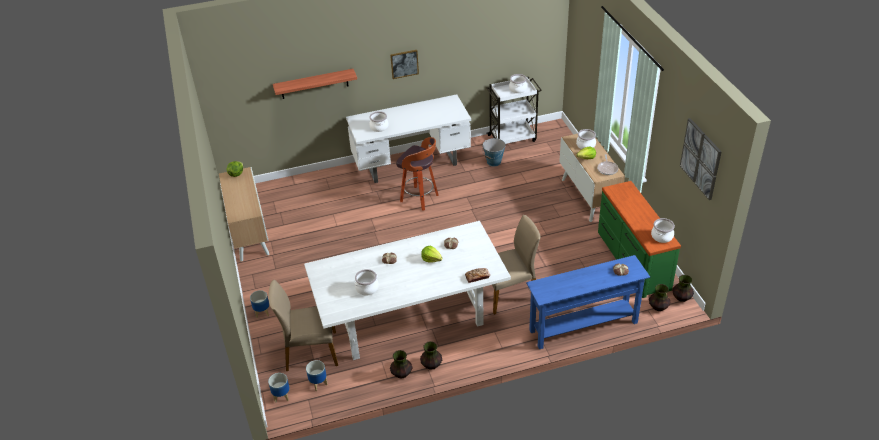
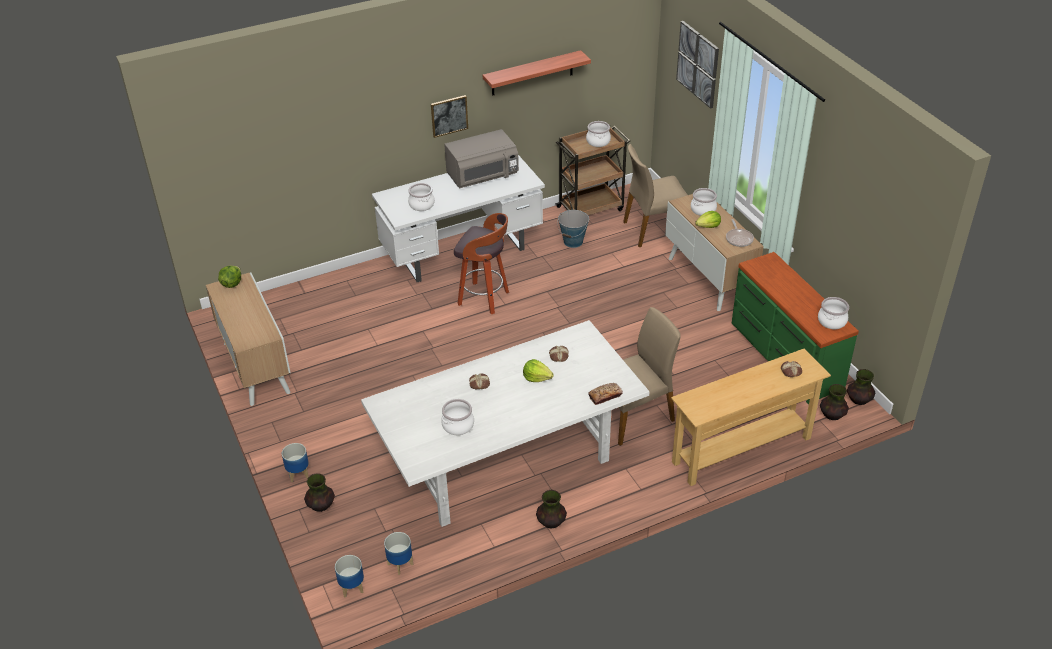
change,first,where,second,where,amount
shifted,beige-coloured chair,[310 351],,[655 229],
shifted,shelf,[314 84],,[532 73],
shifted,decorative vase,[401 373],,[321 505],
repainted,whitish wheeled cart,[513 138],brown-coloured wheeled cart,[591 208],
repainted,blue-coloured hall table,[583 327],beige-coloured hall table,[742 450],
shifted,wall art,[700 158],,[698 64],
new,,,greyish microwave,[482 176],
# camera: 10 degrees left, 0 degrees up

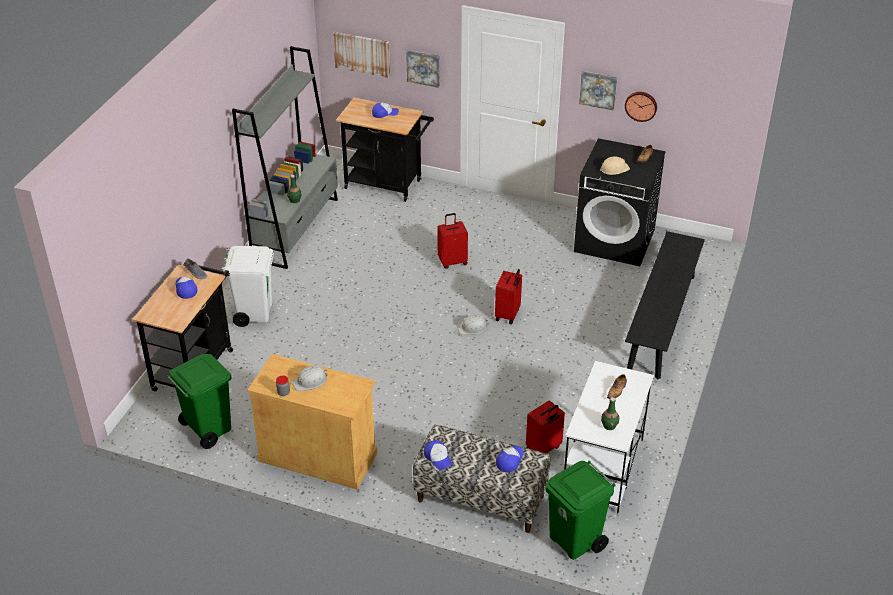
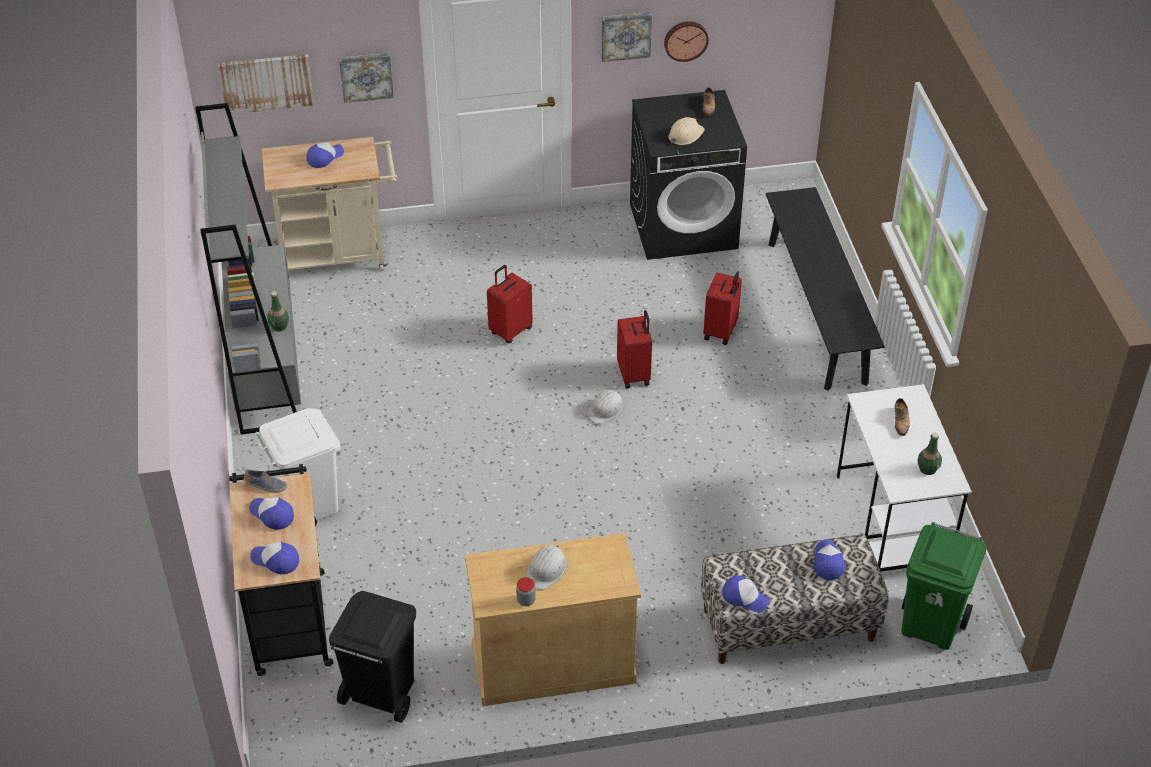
change,first,where,second,where,amount
repainted,green rubbish bin,[208 429],blackish rubbish bin,[380 694],
repainted,blackish wheeled cart,[387 185],beige-coloured wheeled cart,[340 256],
shifted,reddish suitcase,[543 448],,[721 331],
new,,,baseball cap,[275 560],
# camera: 30 degrees left, 5 degrees up

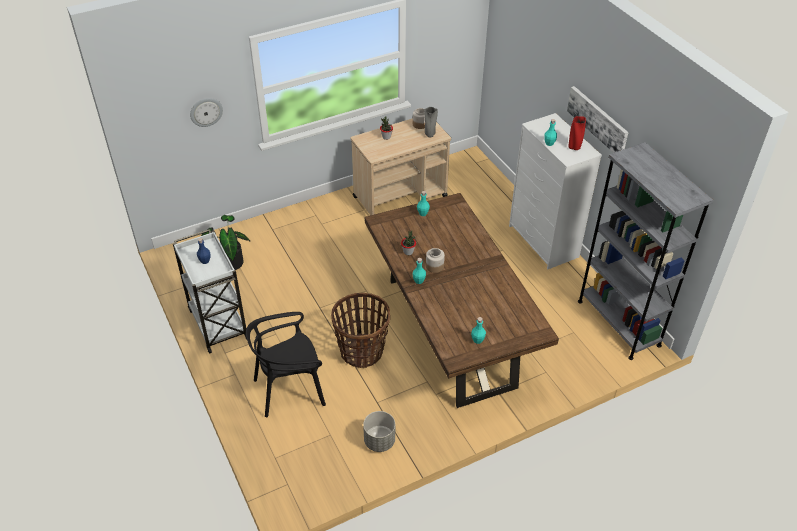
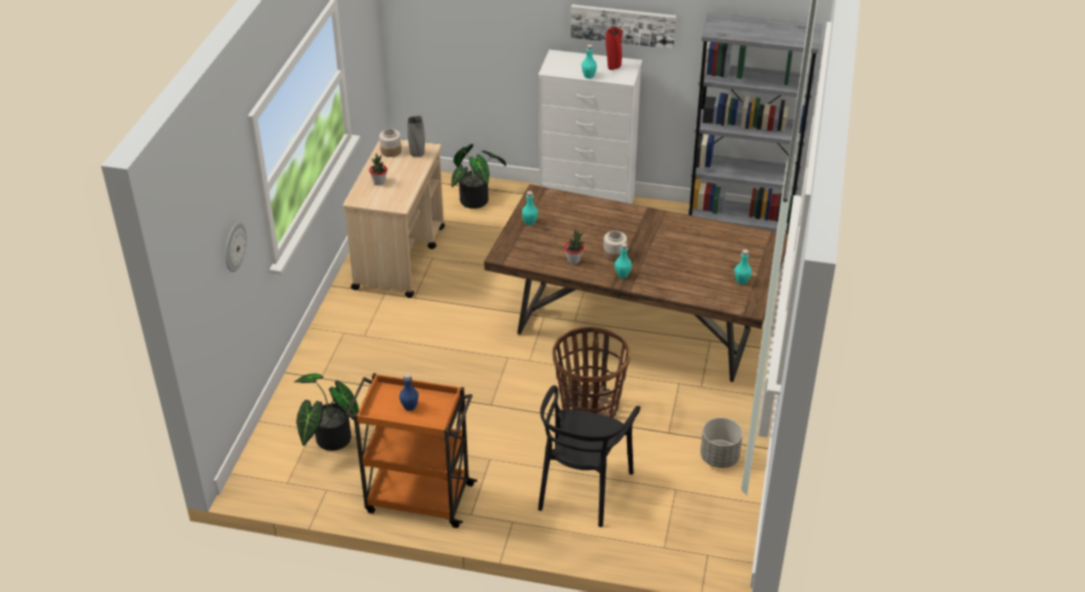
change,first,where,second,where,amount
repainted,whitish wheeled cart,[218 323],orangey wheeled cart,[417 498],
new,,,potted plant,[478 200],
# camera: 50 degrees left, 5 degrees down

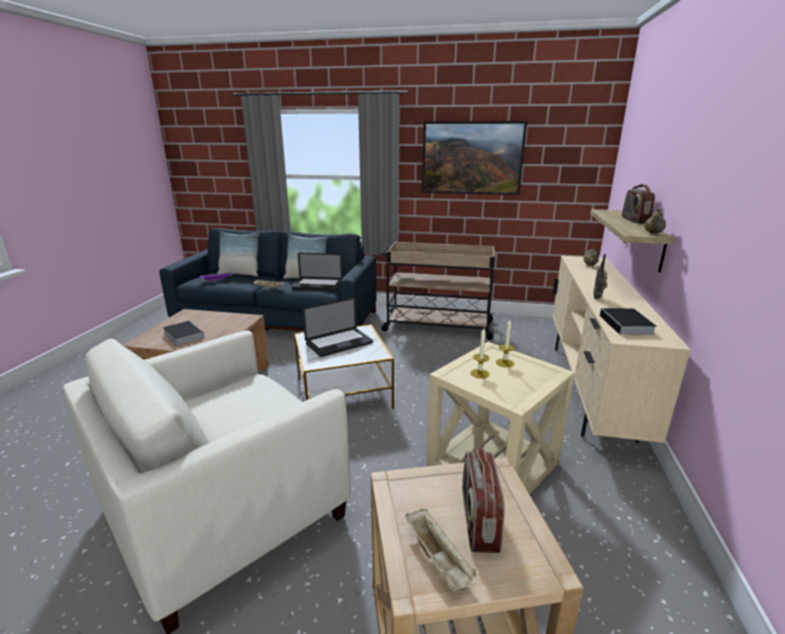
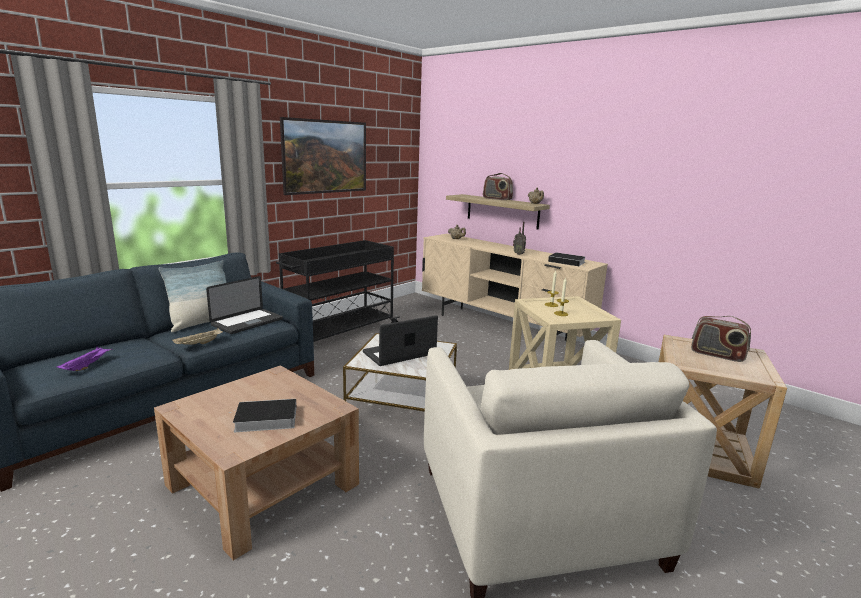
change,first,where,second,where,amount
gone,cushion,[240 274],,,
rotated,portable computer,[339 343],,[399 353],120 degrees counterclockwise
repainted,beige-coloured wheeled cart,[436 326],blackish wheeled cart,[339 333],
gone,beige-coloured carrying tray,[438 559],,,
# camera: 60 degrees left, 5 degrees down

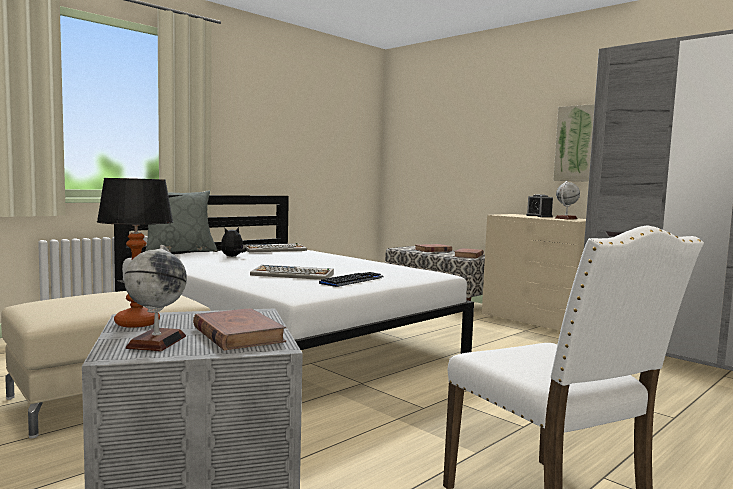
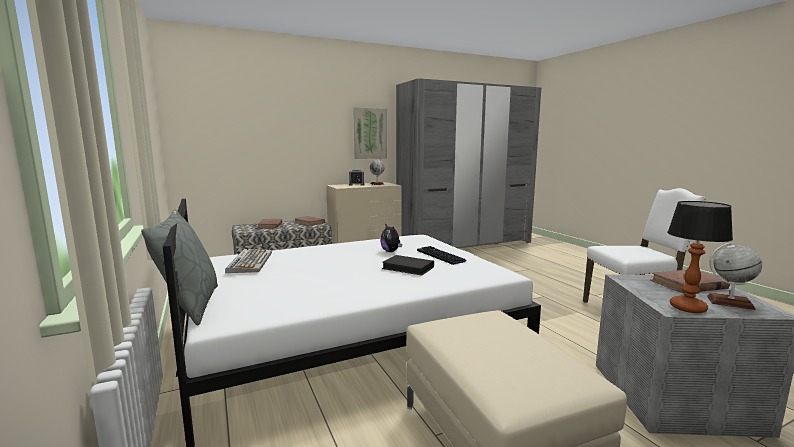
change,first,where,second,where,amount
shifted,plush toy,[232 256],,[391 251],
swapped,PC keyboard,[293 274],blackish volume,[408 268],
# camera: 70 degrees left, 5 degrees up

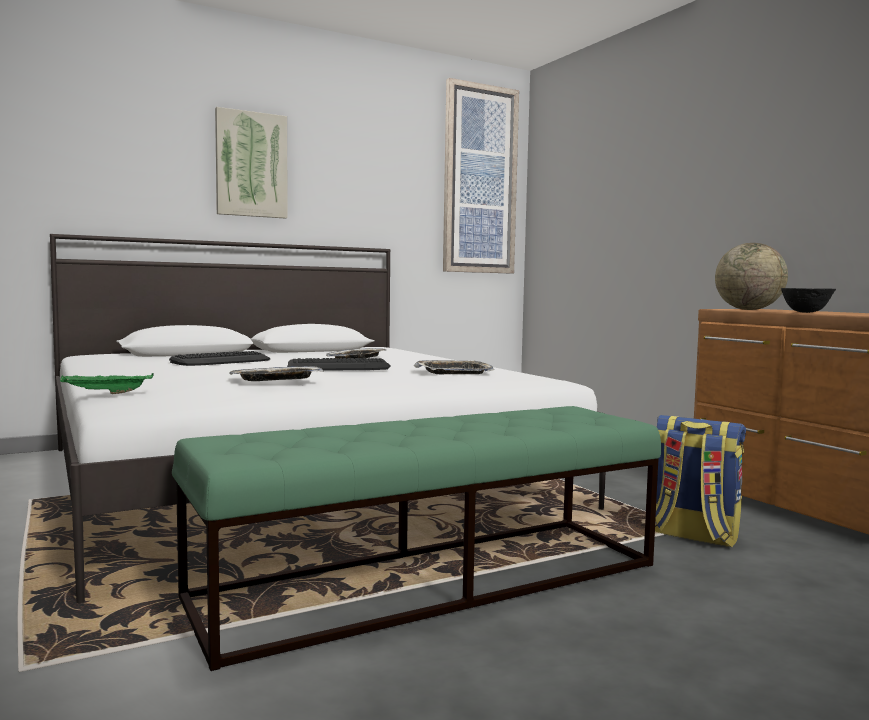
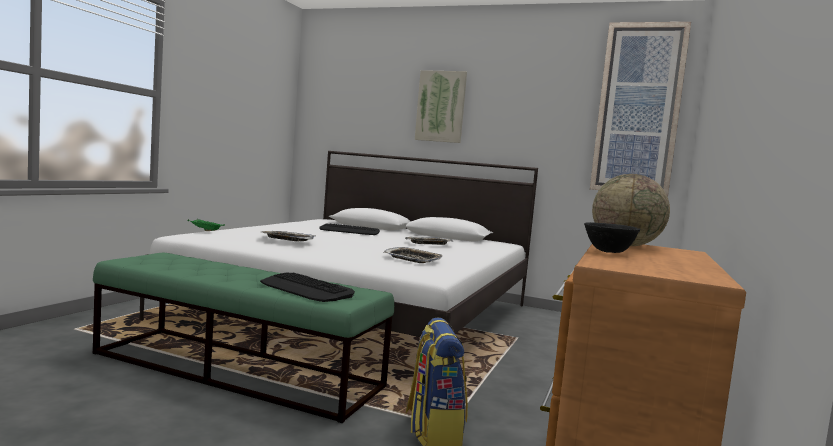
change,first,where,second,where,amount
shifted,PC keyboard,[339 367],,[306 289],
# camera: 50 degrees right, 0 degrees up

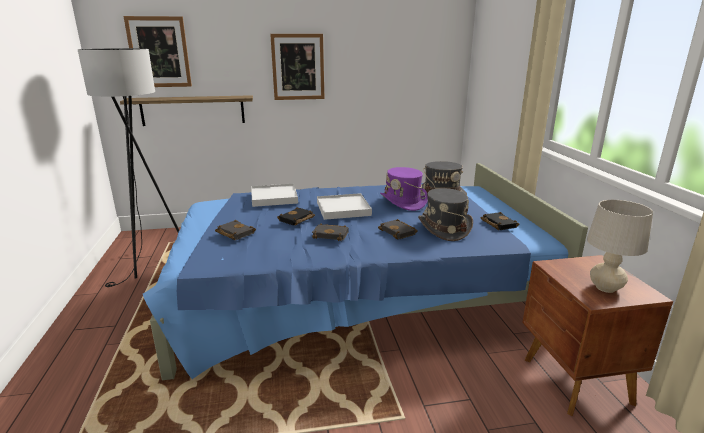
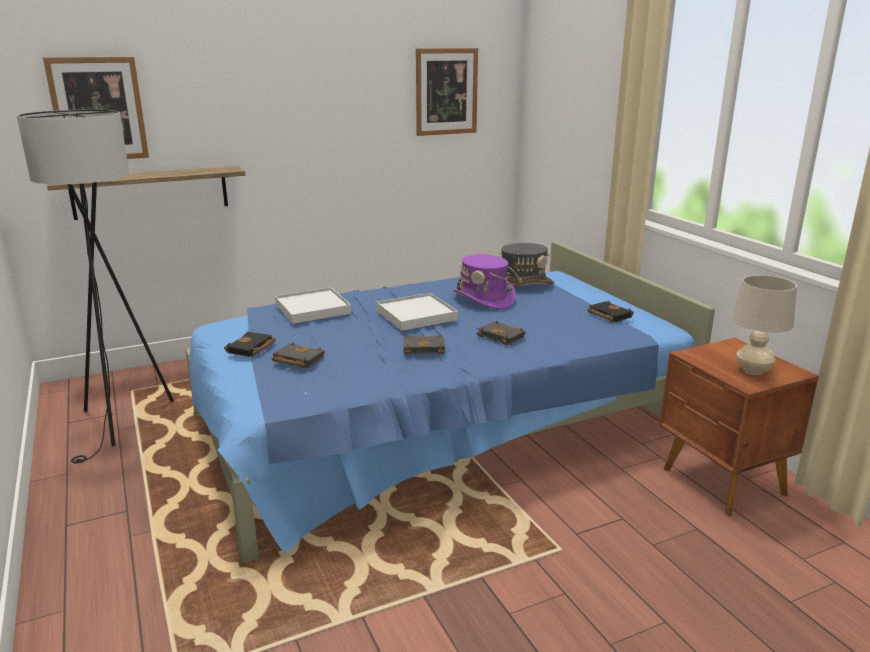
change,first,where,second,where,amount
shifted,wall art,[298 67],,[446 92],
shifted,blackish volume,[296 219],,[251 349],
gone,greyish wearable hat,[444 228],,,
# camera: 15 degrees left, 0 degrees up

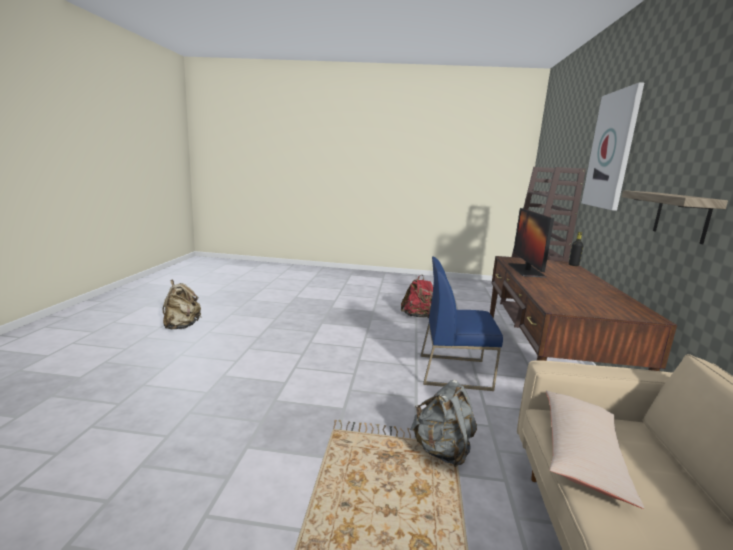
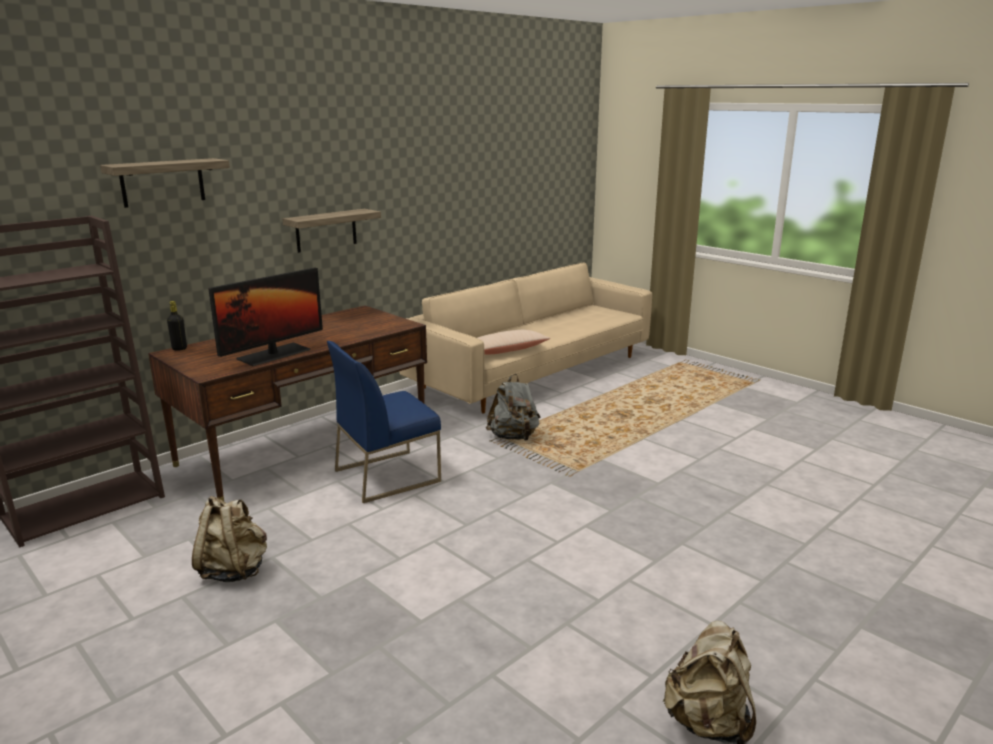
change,first,where,second,where,amount
repainted,reddish rucksack,[418 316],beige-coloured rucksack,[234 570],
rotated,blue-coloured chair,[455 371],,[387 475],105 degrees clockwise
swapped,wall art,[612 150],shelf,[162 182],
# camera: 140 degrees left, 5 degrees up

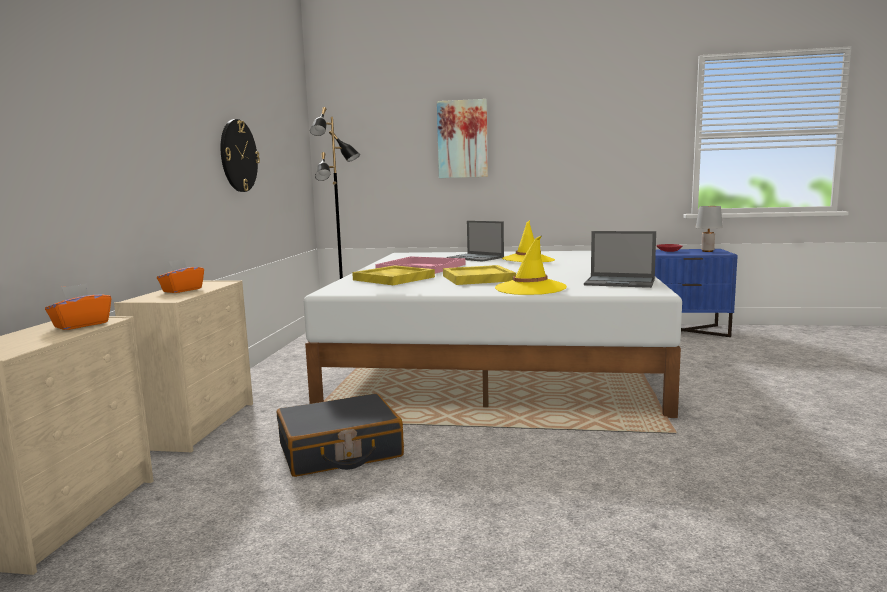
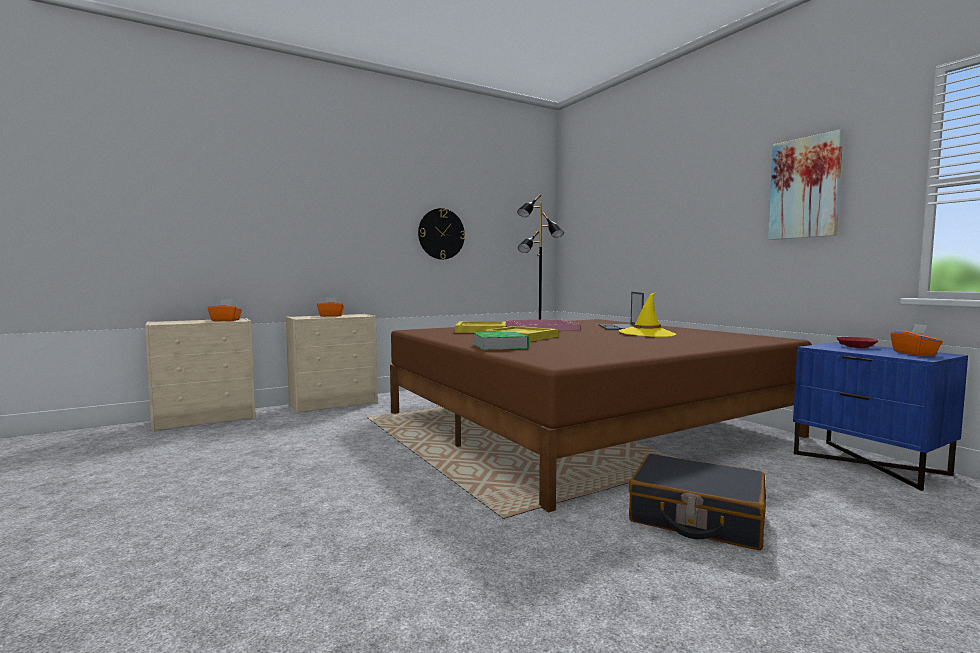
change,first,where,second,where,amount
shifted,blackish suitcase,[340 451],,[696 517],
repainted,whitish bedroom bed,[498 357],brown-coloured bedroom bed,[582 424],
shifted,wall art,[462 139],,[805 188],
swapped,yellowish wearable hat,[530 288],volume,[500 346],
gone,portable computer,[620 282],,,
swapped,greyish table lamp,[707 251],orangey box of tissues,[914 353],
# camera: 50 degrees right, 5 degrees down

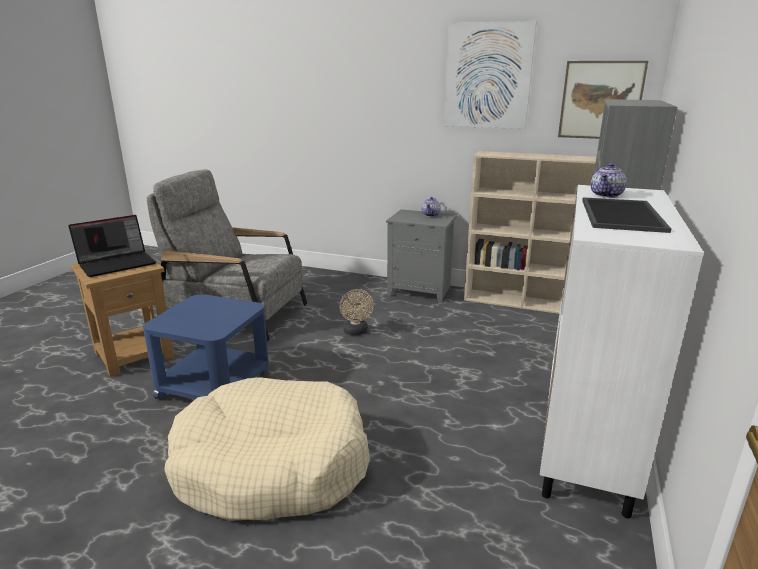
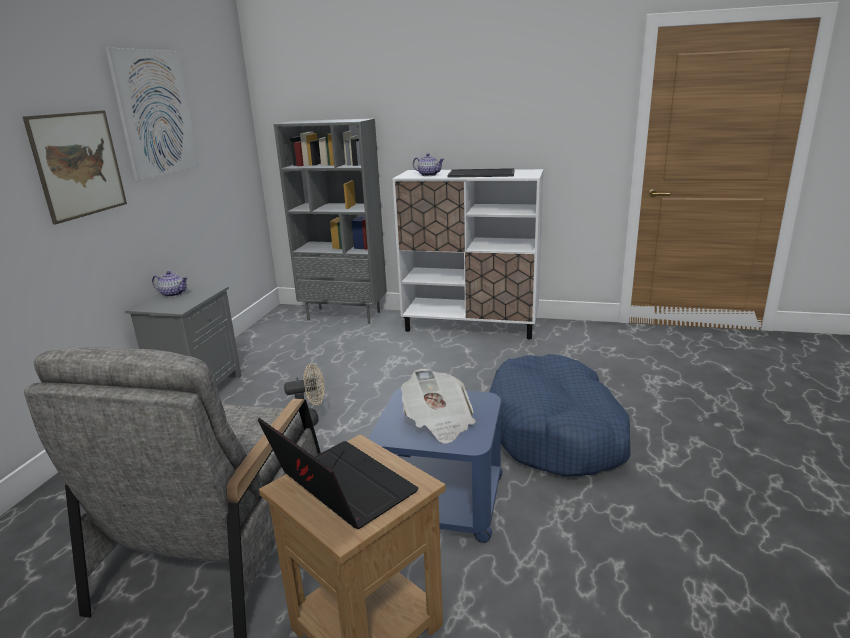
change,first,where,second,where,amount
repainted,beige-coloured pet bed,[272 465],blue-coloured pet bed,[556 432],
gone,beige-coloured shelving unit,[524 302],,,
shifted,wall art,[601 100],,[78 164],
new,,,newspaper,[438 422],
# camera: 95 degrees left, 0 degrees up

